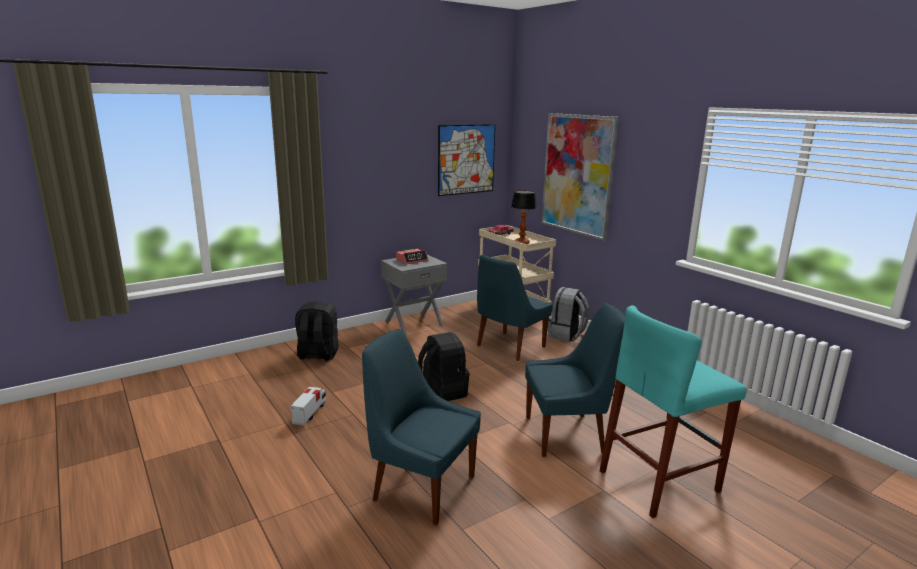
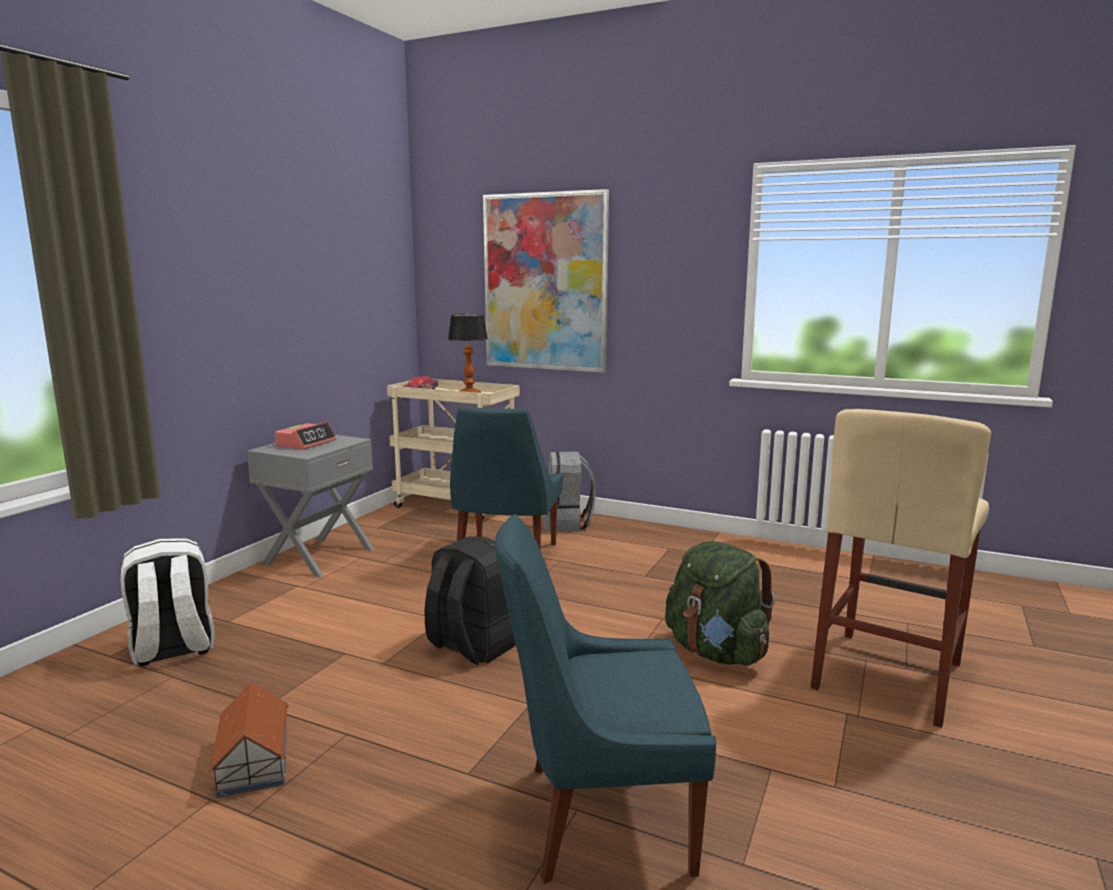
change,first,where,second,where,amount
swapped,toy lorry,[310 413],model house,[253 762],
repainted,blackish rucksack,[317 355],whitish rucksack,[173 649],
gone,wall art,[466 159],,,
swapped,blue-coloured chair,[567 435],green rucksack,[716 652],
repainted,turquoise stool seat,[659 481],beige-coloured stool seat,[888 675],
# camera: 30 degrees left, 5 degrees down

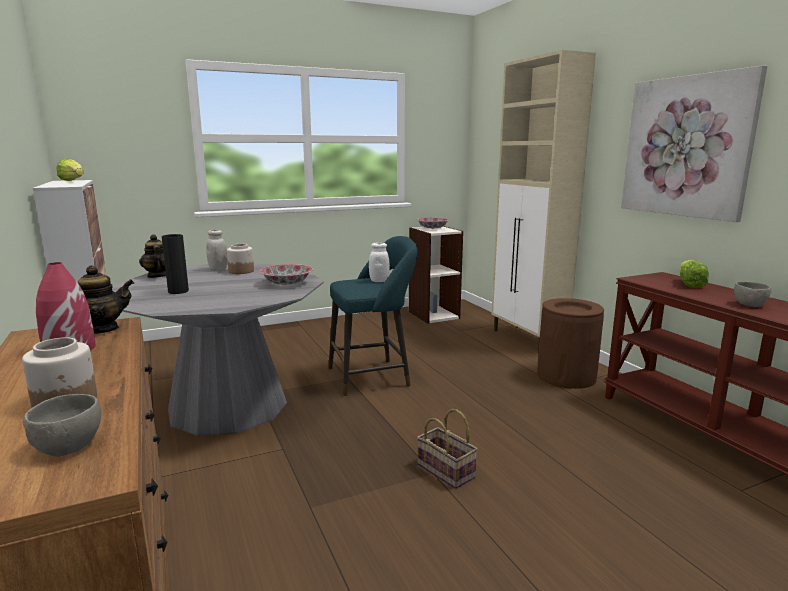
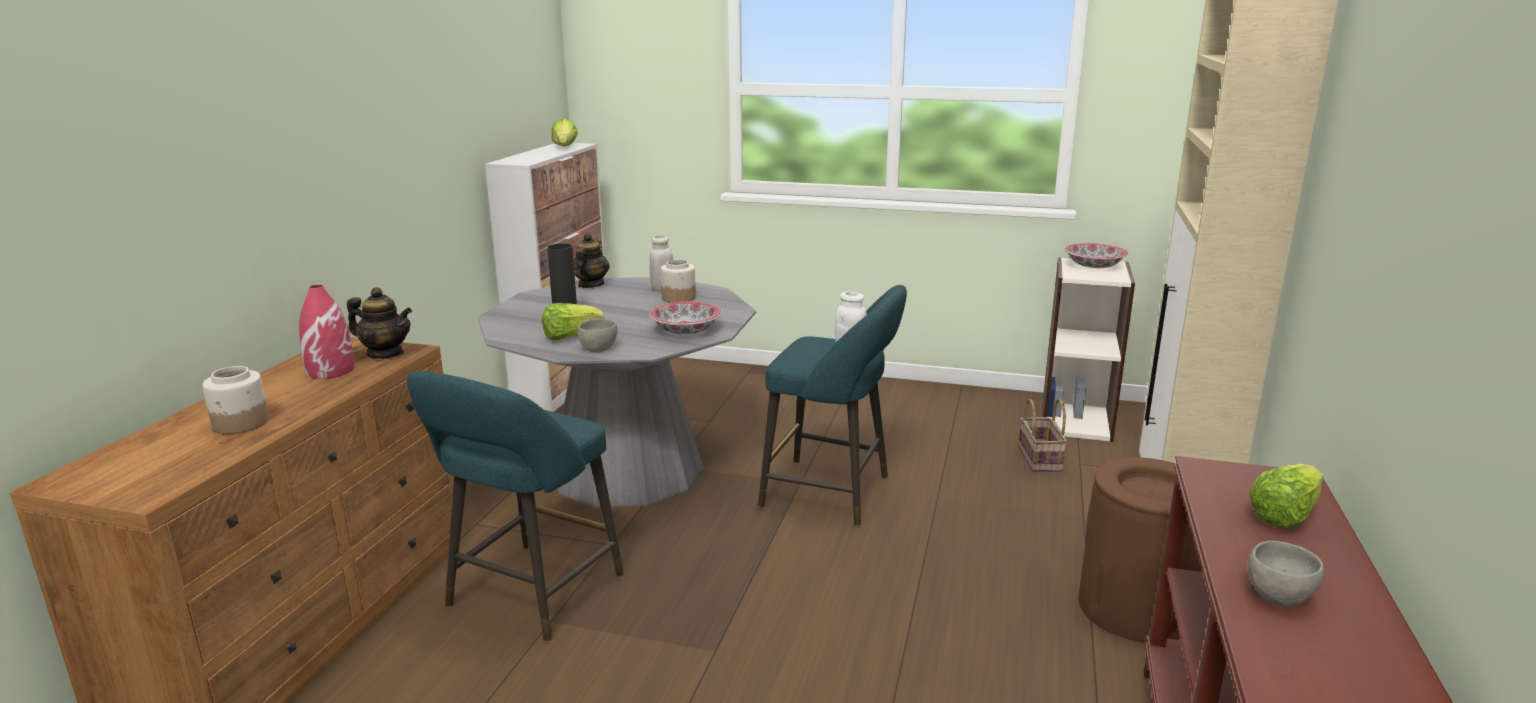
change,first,where,second,where,amount
shifted,greyish deep dish,[67 446],,[597 348],
shifted,basket,[447 471],,[1041 459],
gone,wall art,[686 147],,,
new,,,turquoise stool seat,[529 596],
new,,,head of lettuce,[570 336],
# camera: 40 degrees right, 5 degrees up

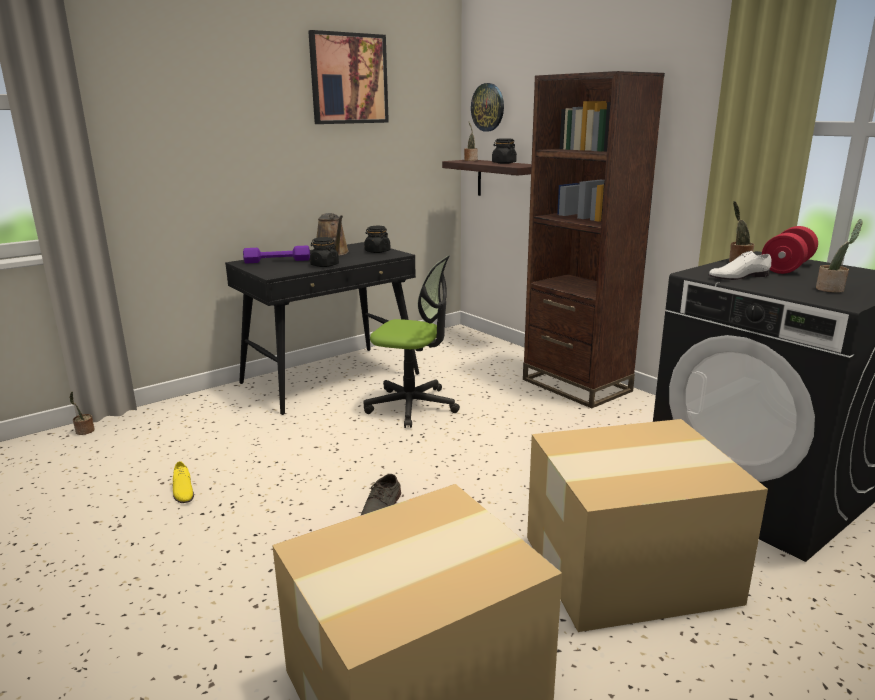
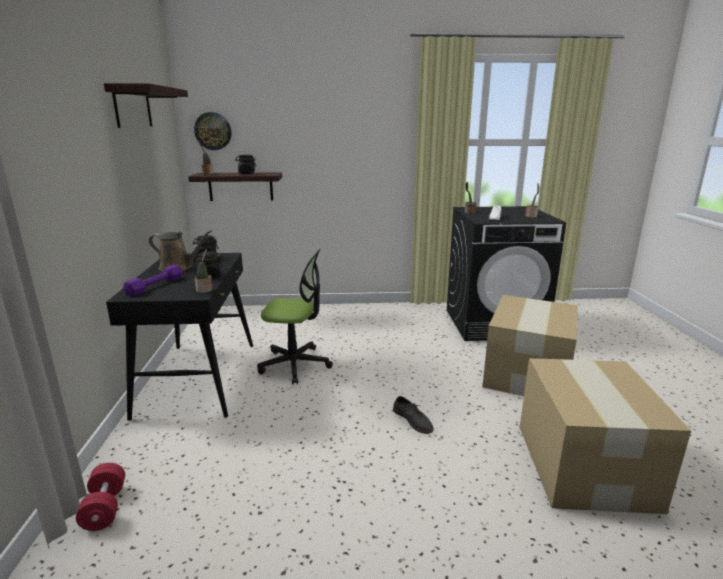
change,first,where,second,where,amount
shifted,potted plant,[84 431],,[205 290],
gone,yellowish low shoe,[182 490],,,
swapped,wall art,[349 79],shelf,[132 107],
rotated,computer chair,[412 406],,[295 364],45 degrees clockwise
gone,brown-coloured shelving unit,[576 385],,,
shifted,reddish dumbbell,[787 267],,[105 508],
# camera: 55 degrees left, 0 degrees up

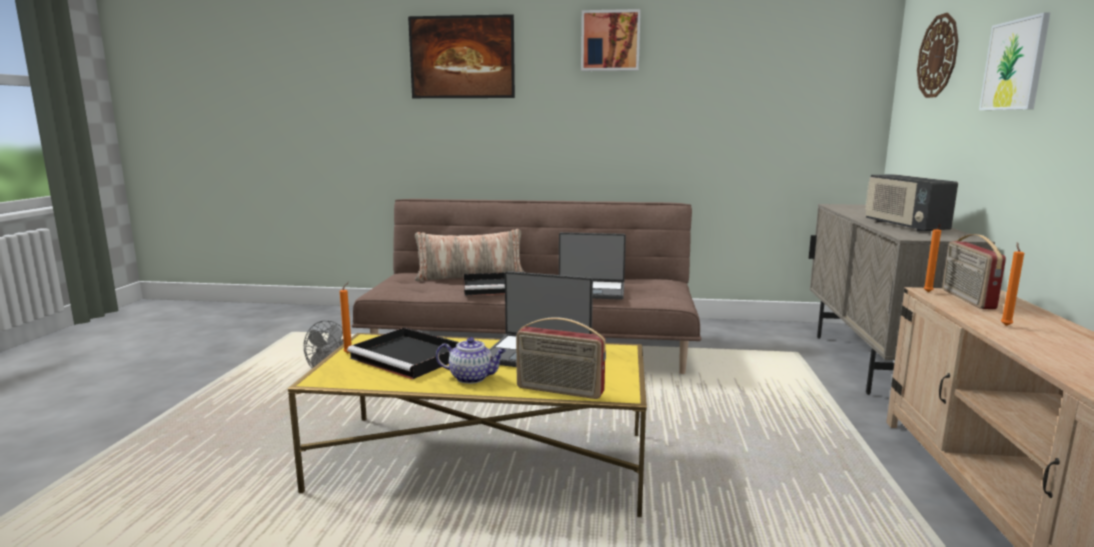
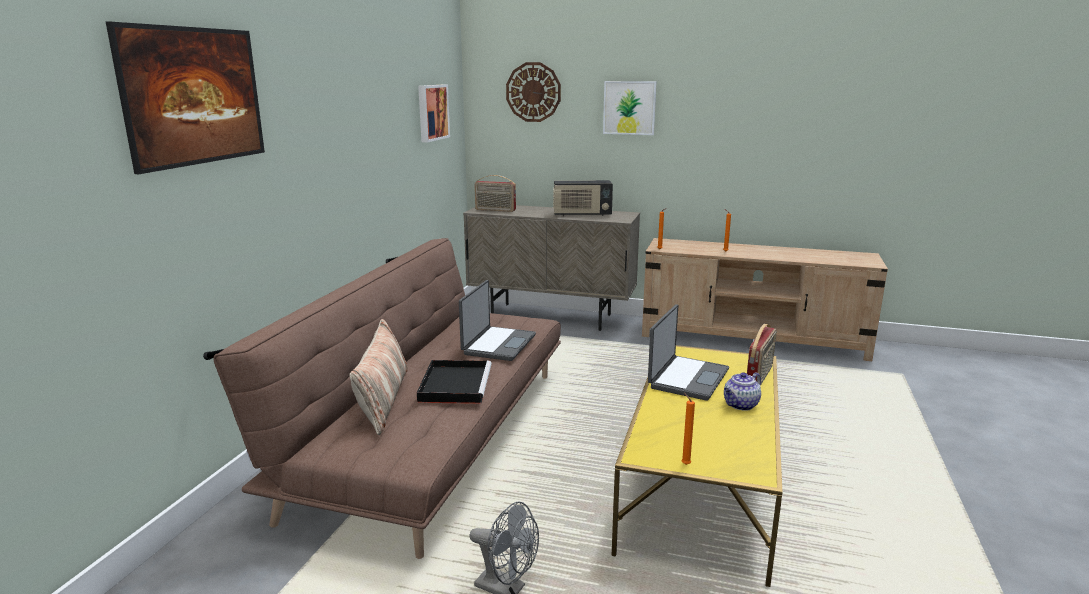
change,first,where,second,where,amount
gone,blackish carrying tray,[410 357],,,
rotated,teapot,[472 378],,[740 405],150 degrees counterclockwise
shifted,wall art,[610 41],,[431 112],
shifted,radio,[966 299],,[495 210],
# camera: 80 degrees left, 5 degrees up

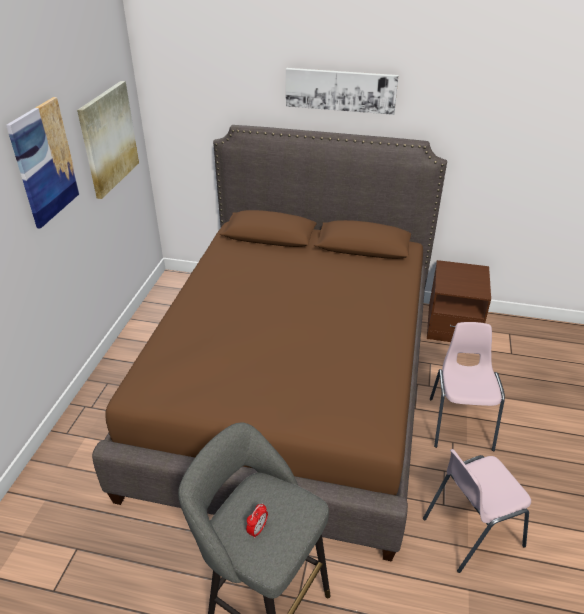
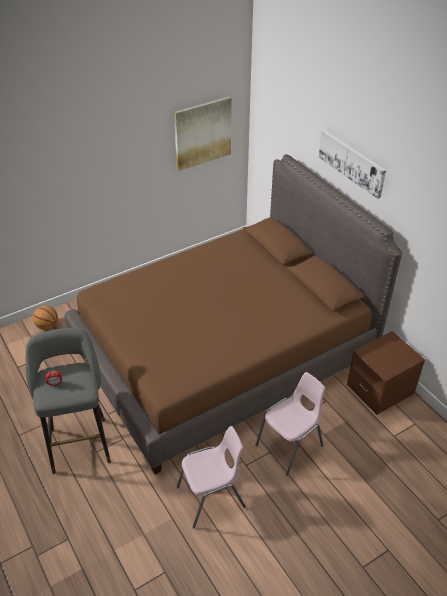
change,first,where,second,where,amount
gone,wall art,[44 162],,,
rotated,pinkish chair,[471 531],,[212 498],135 degrees clockwise
new,,,basketball,[47 326],
# camera: 45 degrees right, 5 degrees up

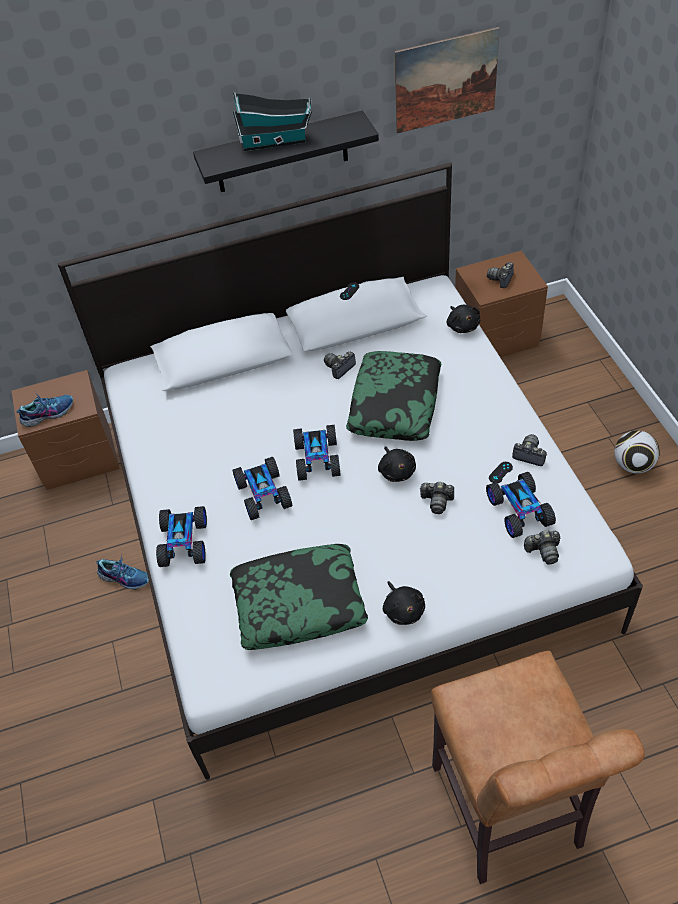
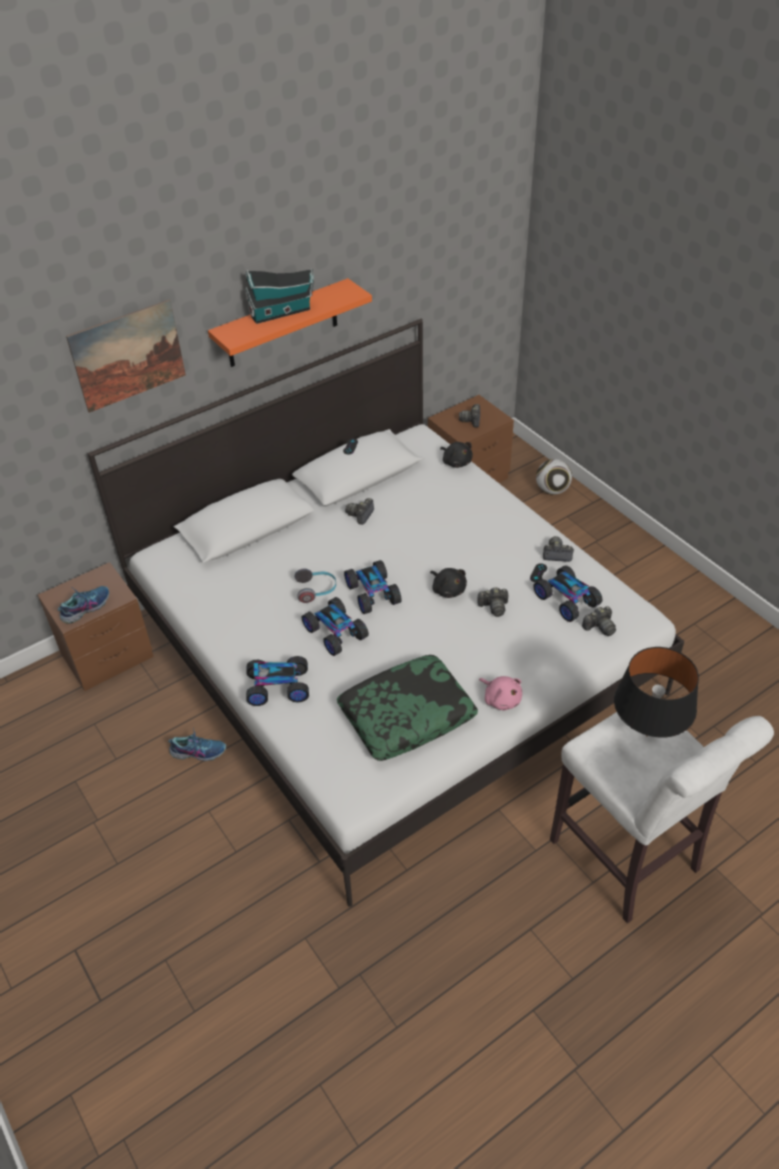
change,first,where,second,where,amount
rotated,miniature car,[185 542],,[278 688],105 degrees clockwise
repainted,blackish shelf,[281 153],orangey shelf,[282 324],
gone,cushion,[395 404],,,
repainted,blackish plush toy,[403 609],pinkish plush toy,[501 699],
shifted,wall art,[446 81],,[128 356],
repainted,brown-coloured stool seat,[509 814],whitish stool seat,[629 861],
shifted,football,[633 465],,[552 490],
new,,,pair of headphones,[316 590],
new,,,blackish table lamp,[646 736],
# camera: 20 degrees left, 5 degrees down

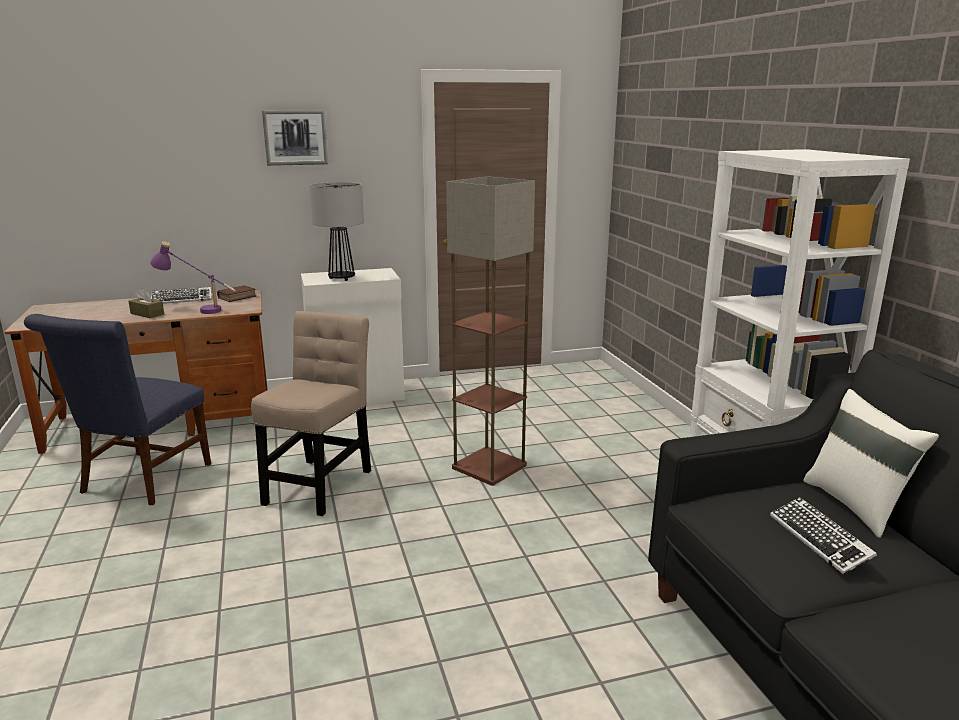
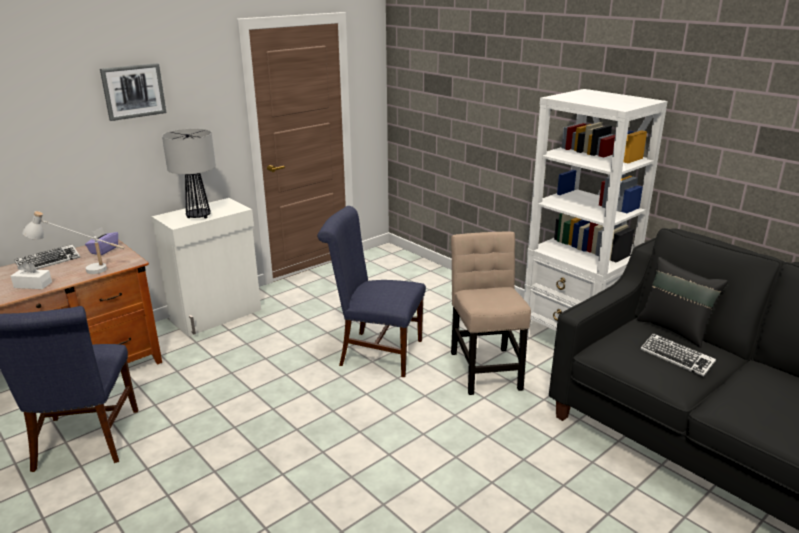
change,first,where,second,where,amount
repainted,brown-coloured box of tissues,[147 314],whitish box of tissues,[33 285],
repainted,purple-coloured table lamp,[198 310],whitish table lamp,[81 271],
swapped,volume,[237 297],purple-coloured box of tissues,[104 250],
shifted,beige-coloured chair,[320 483],,[485 367],
swapped,floor lamp,[489 466],blue-coloured chair,[375 352],
repainted,whitish cushion,[856 505],blackish cushion,[674 329],
# camera: 25 degrees left, 5 degrees up

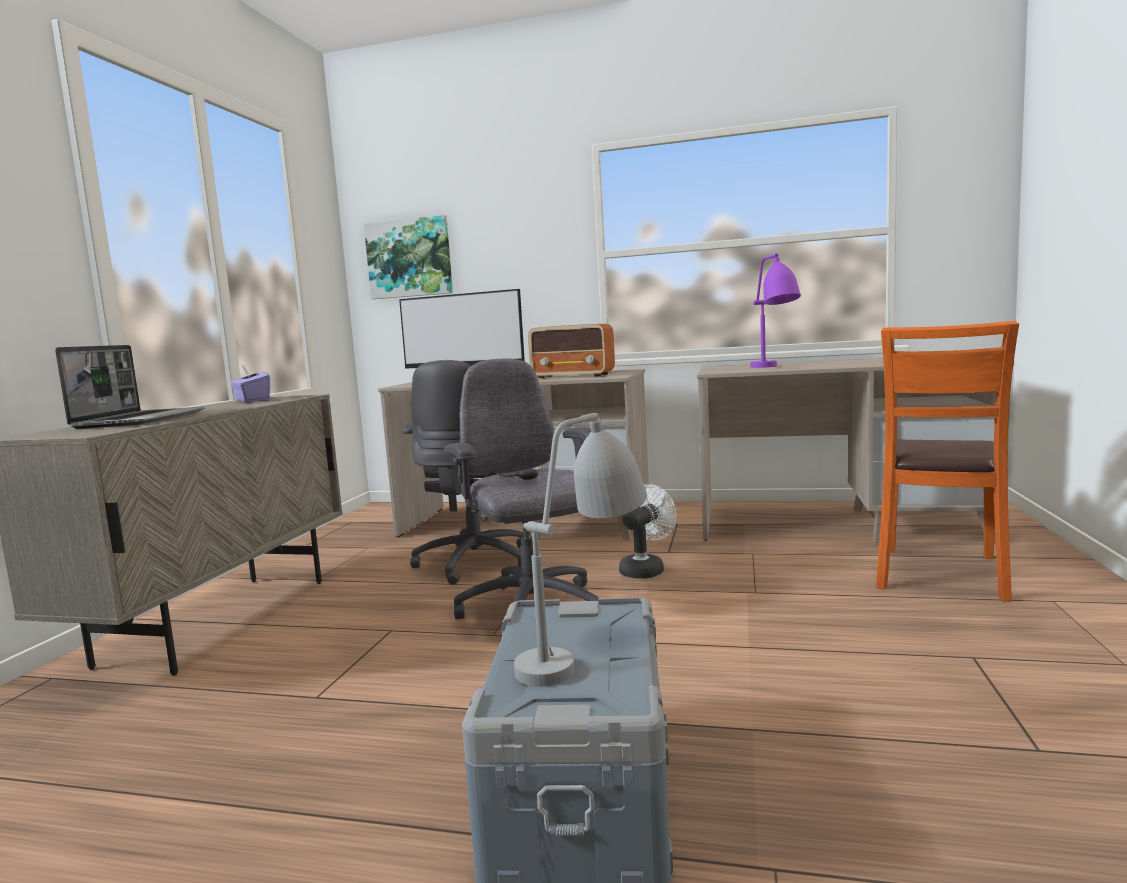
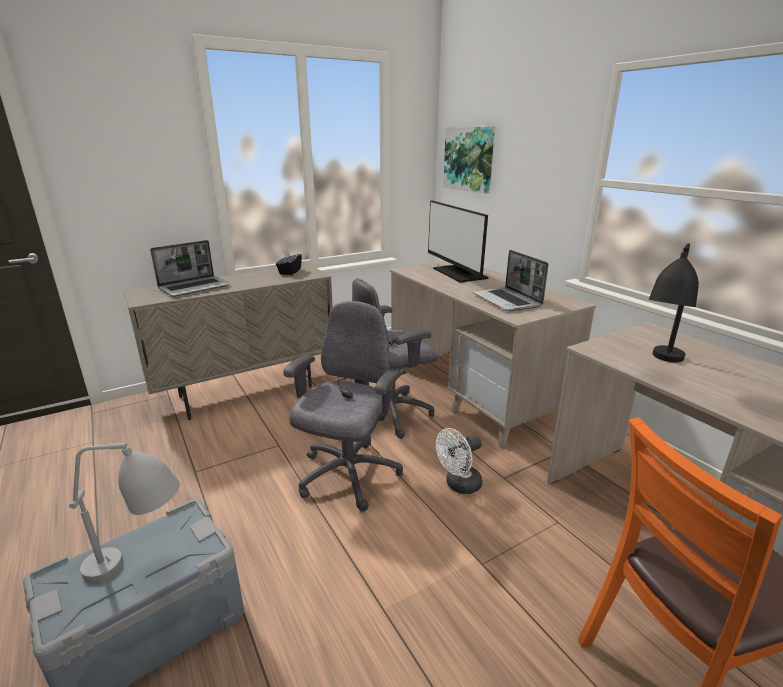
change,first,where,second,where,amount
repainted,purple-coloured box of tissues,[252 400],blackish box of tissues,[289 272],
swapped,radio,[574 376],portable computer,[507 301],
rotated,whitish cooling fan,[645 569],,[459 485],150 degrees clockwise
repainted,purple-coloured table lamp,[774 368],blackish table lamp,[660 367],
# camera: 45 degrees right, 15 degrees up

